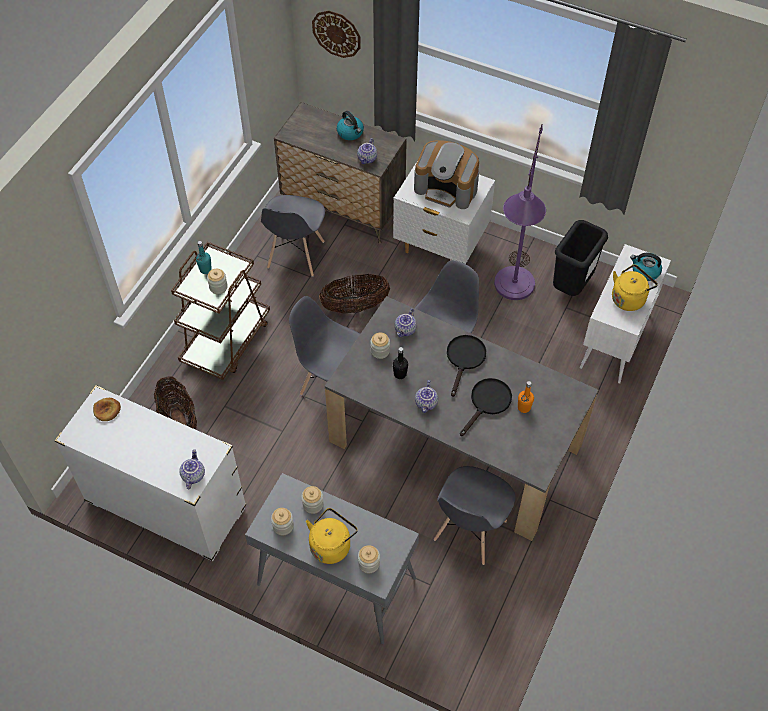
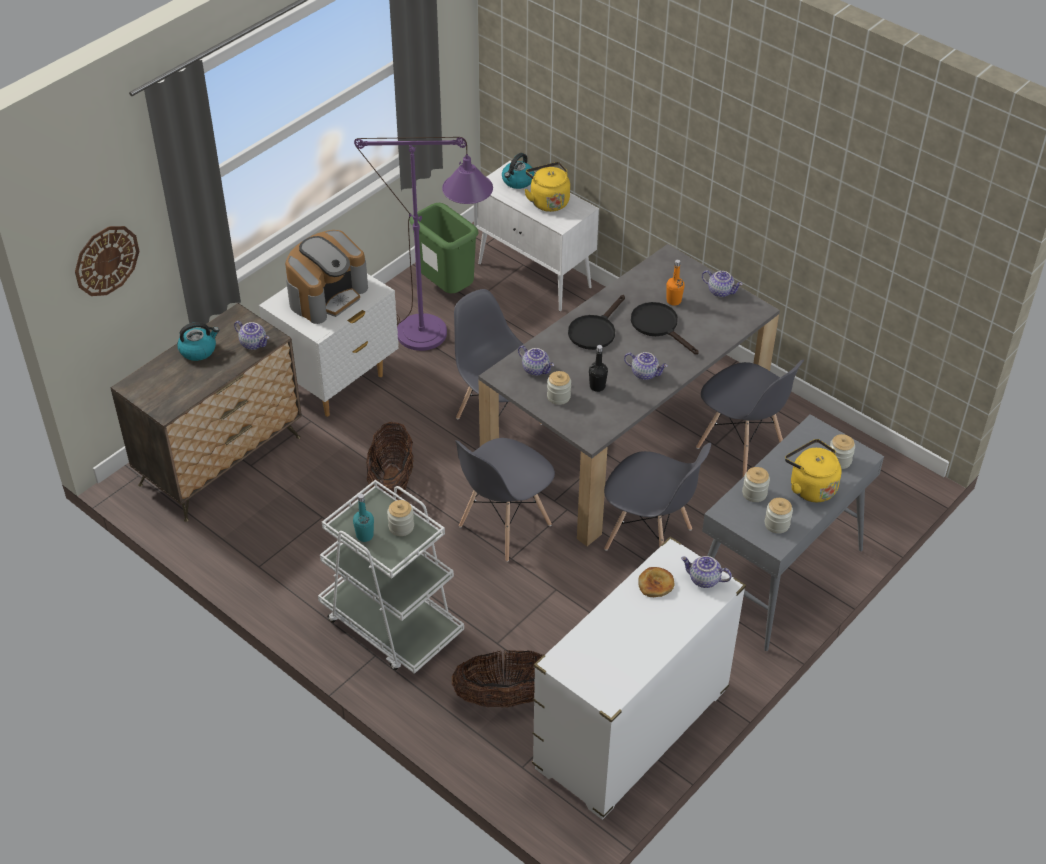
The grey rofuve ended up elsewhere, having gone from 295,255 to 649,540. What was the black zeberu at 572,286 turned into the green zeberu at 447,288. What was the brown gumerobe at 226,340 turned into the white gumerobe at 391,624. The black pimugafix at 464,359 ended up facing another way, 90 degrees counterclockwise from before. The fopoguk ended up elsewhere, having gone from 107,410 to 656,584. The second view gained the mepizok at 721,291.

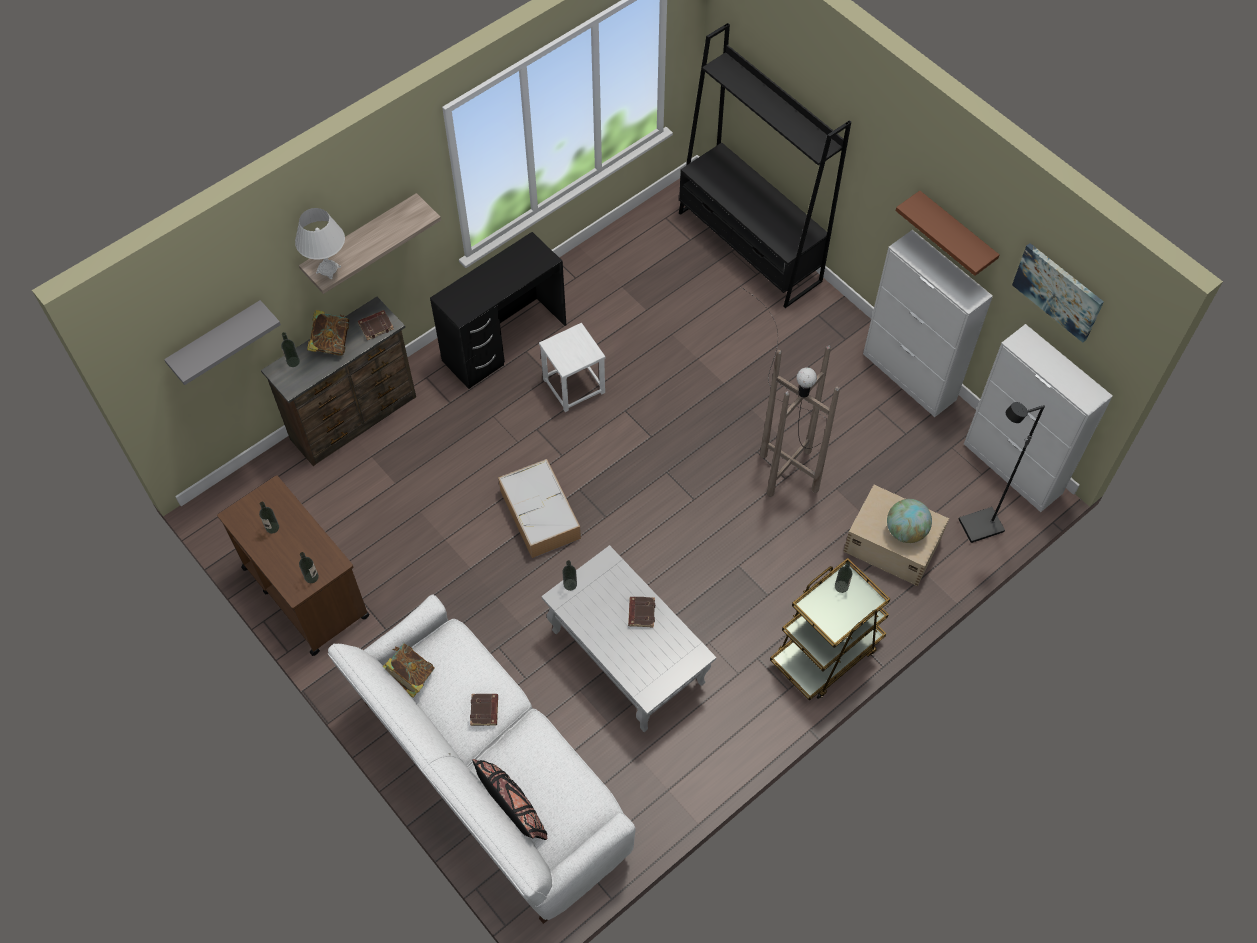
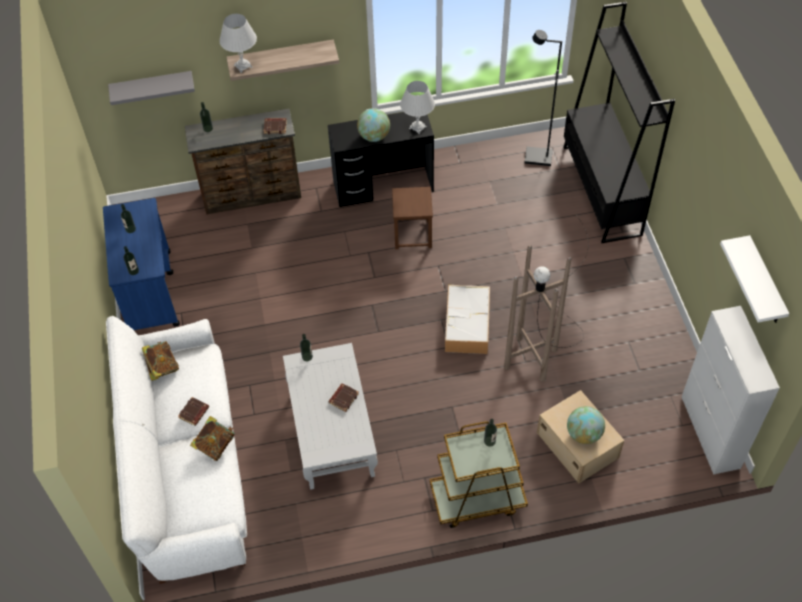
The second view lost the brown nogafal at 955,233. The second view lost the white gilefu at 909,377. Where the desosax hung at 1058,291, the white nogafal came to hang at 765,283. The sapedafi ended up elsewhere, having gone from 331,343 to 215,445. What was the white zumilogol at 574,386 turned into the brown zumilogol at 412,235. The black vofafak ended up elsewhere, having gone from 980,527 to 537,158. The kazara ended up elsewhere, having gone from 541,515 to 467,325. What was the brown gumerobe at 305,591 turned into the blue gumerobe at 150,291. The second view lost the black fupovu at 512,807. The second view gained the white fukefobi at 417,127. The second view gained the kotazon at 374,136.

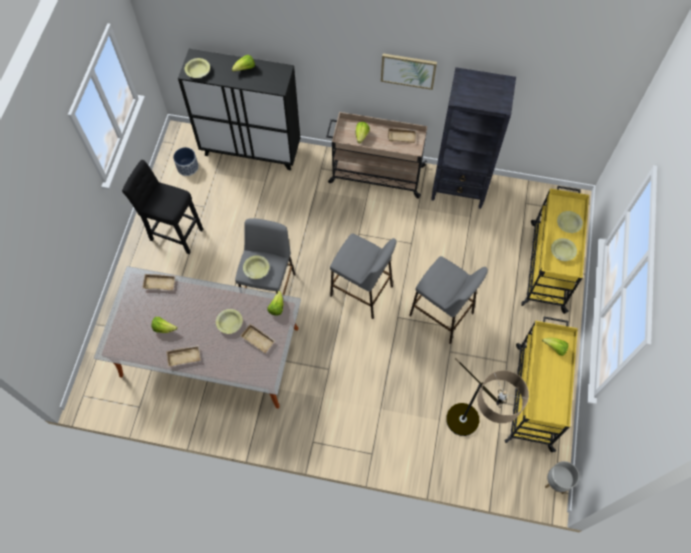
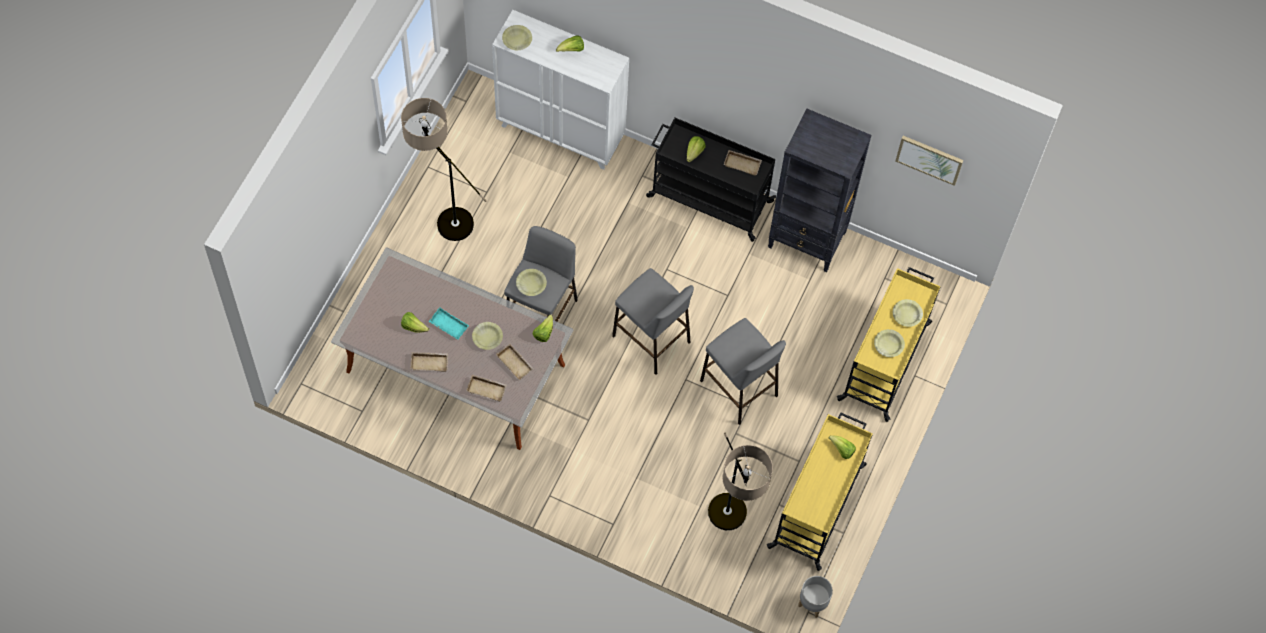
What was the black gilefu at 251,150 turned into the white gilefu at 561,133. The desosax ended up elsewhere, having gone from 408,70 to 929,159. What was the beige gumerobe at 375,174 turned into the black gumerobe at 708,198. The second view lost the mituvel at 187,167. Where the black zumilogol stood at 174,233, the vofafak came to stand at 443,216. The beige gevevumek ended up elsewhere, having gone from 160,282 to 487,389. The second view gained the turquoise gevevumek at 447,326.

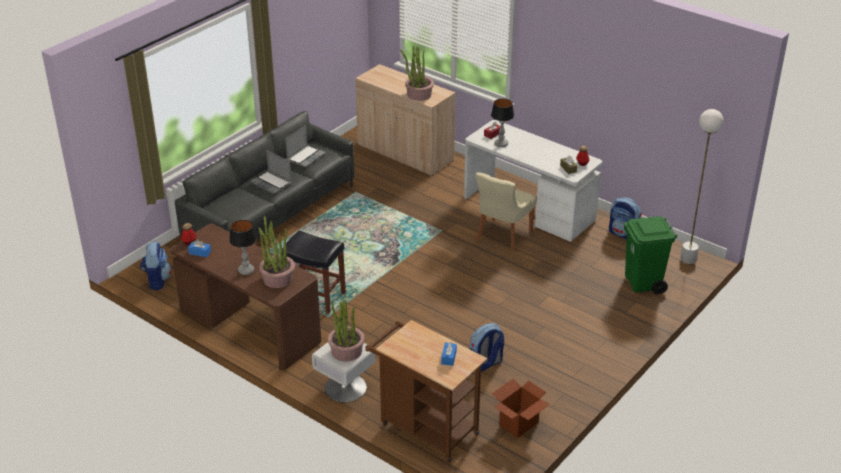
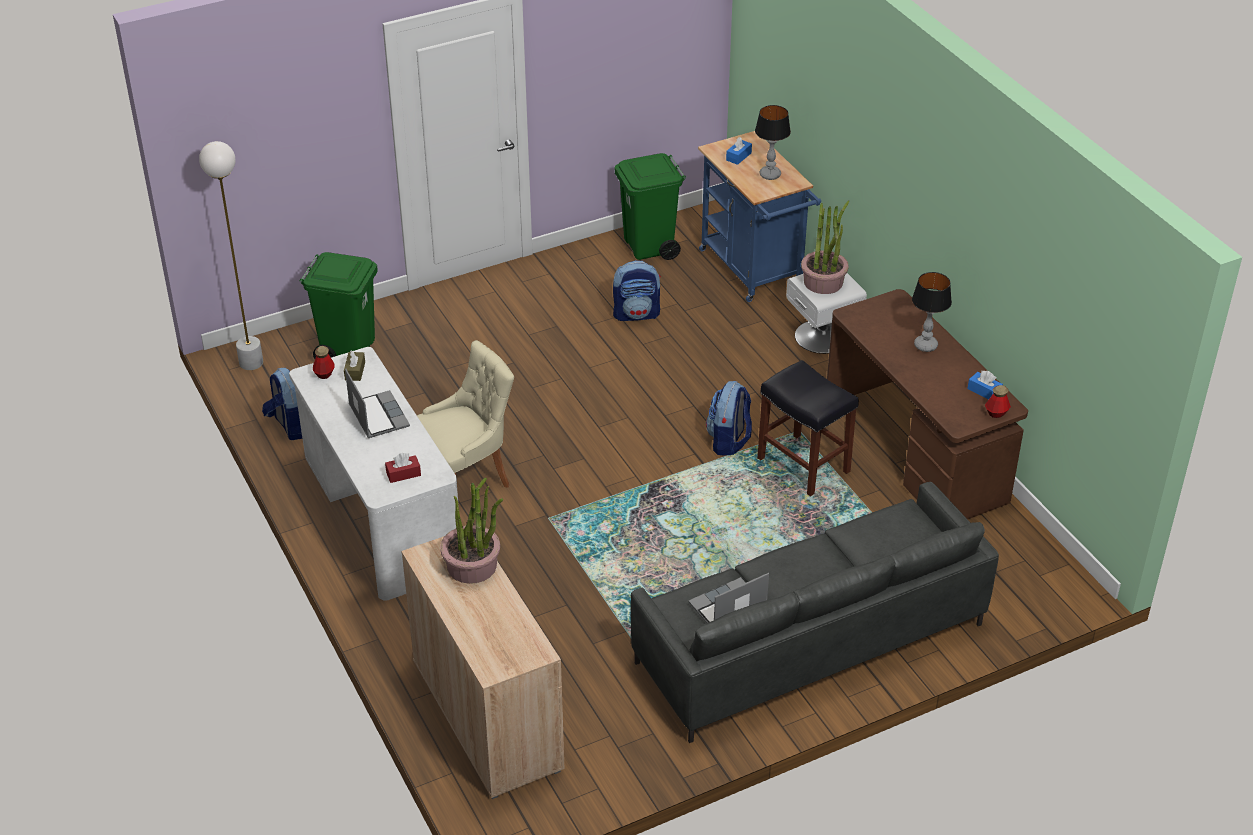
The fukefobi ended up elsewhere, having gone from 501,144 to 770,175. The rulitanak ended up elsewhere, having gone from 272,183 to 377,416. The second view lost the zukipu at 277,278. The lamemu ended up elsewhere, having gone from 157,281 to 729,441. What was the brown gumerobe at 424,427 turned into the blue gumerobe at 754,272. Where the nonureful stood at 518,424, the green zeberu came to stand at 649,247.

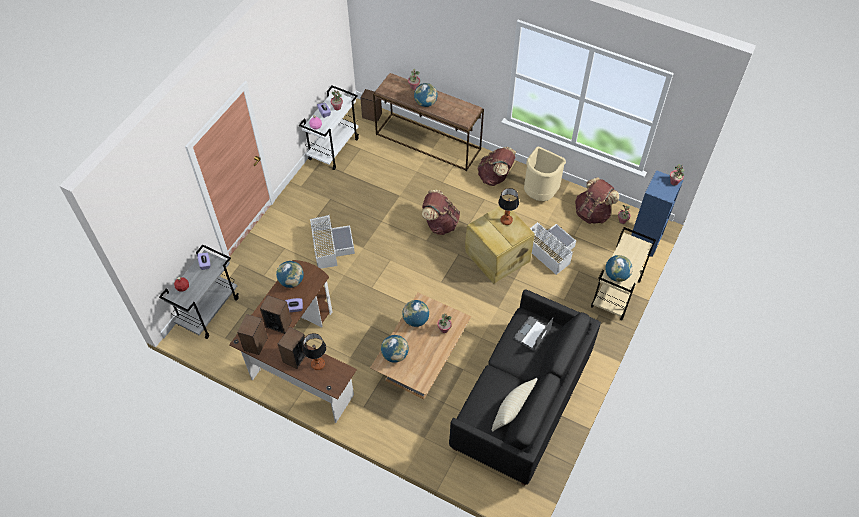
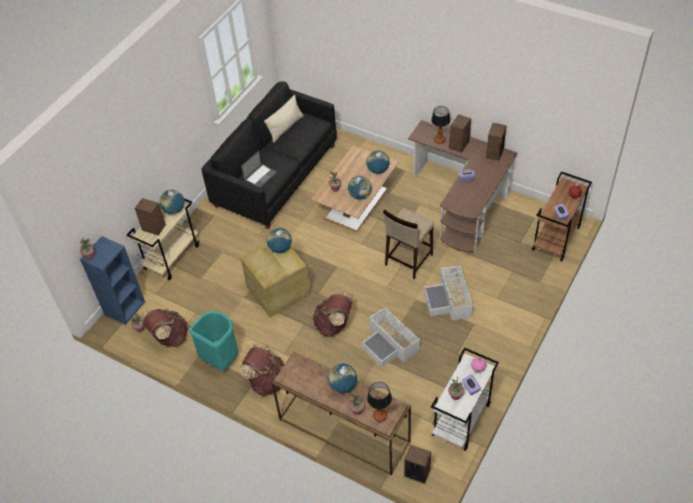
What was the beige zeberu at 539,194 turned into the turquoise zeberu at 221,359. The fukefobi ended up elsewhere, having gone from 506,221 to 380,415. The white kazara ended up elsewhere, having gone from 549,250 to 390,344. What was the grey gumerobe at 209,311 turned into the brown gumerobe at 556,239. The kotazon ended up elsewhere, having gone from 291,281 to 280,248. The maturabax ended up elsewhere, having gone from 278,323 to 153,227. The second view gained the beige zumilogol at 408,260.

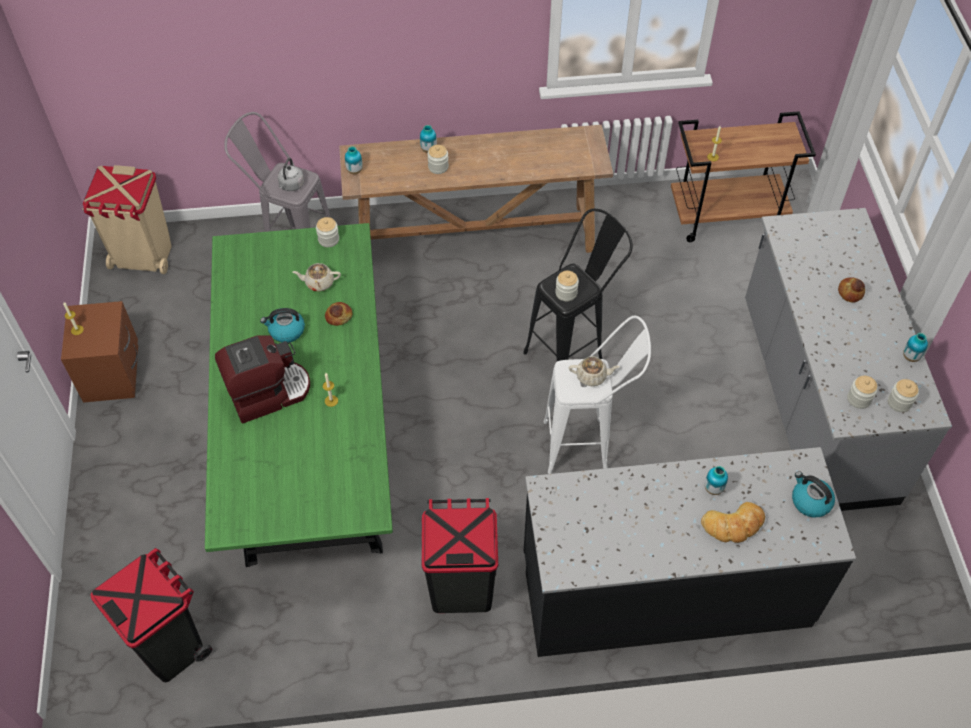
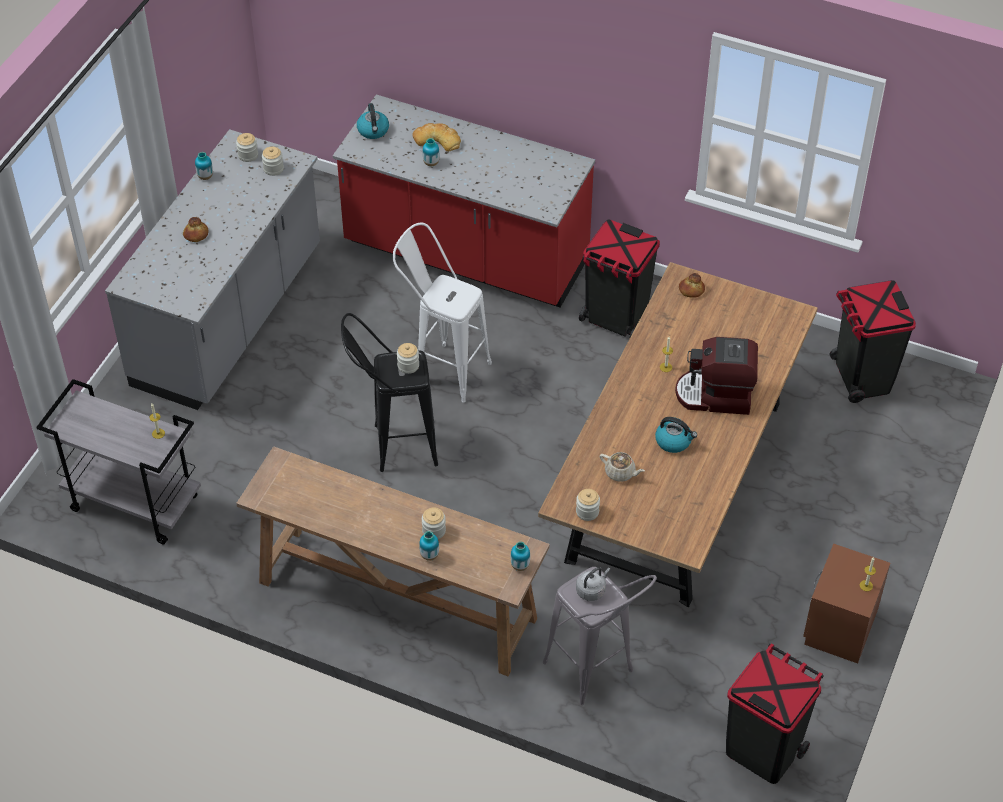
What was the brown gumerobe at 727,216 turned into the grey gumerobe at 132,504. What was the beige zeberu at 143,257 turned into the black zeberu at 762,750. What was the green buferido at 309,437 turned into the brown buferido at 675,481. The fopoguk ended up elsewhere, having gone from 339,316 to 691,290. The second view lost the beige mepizok at 592,376. What was the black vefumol at 664,589 turned into the red vefumol at 465,255.

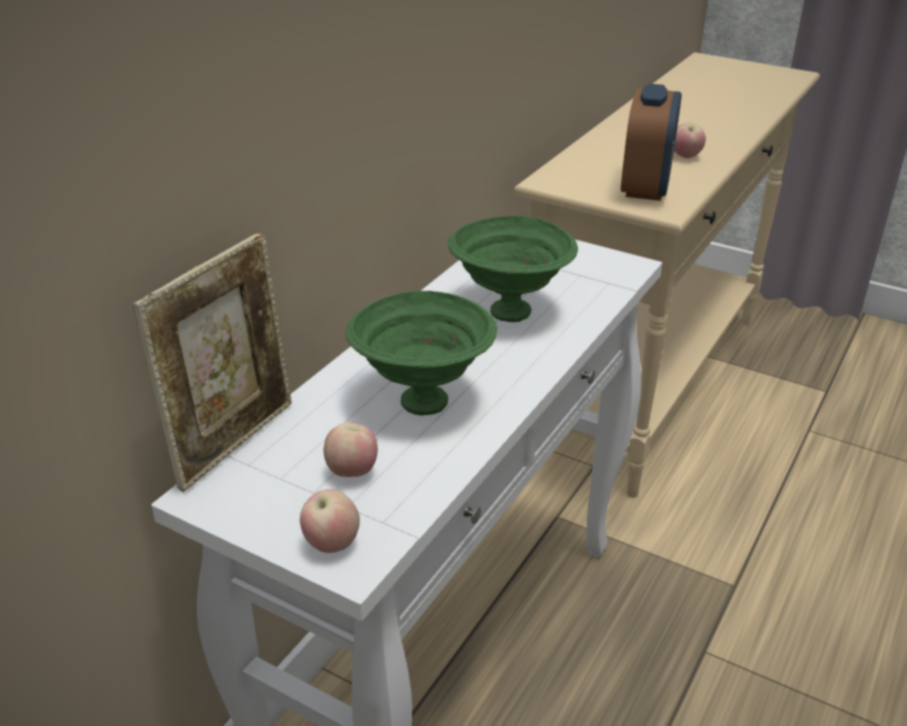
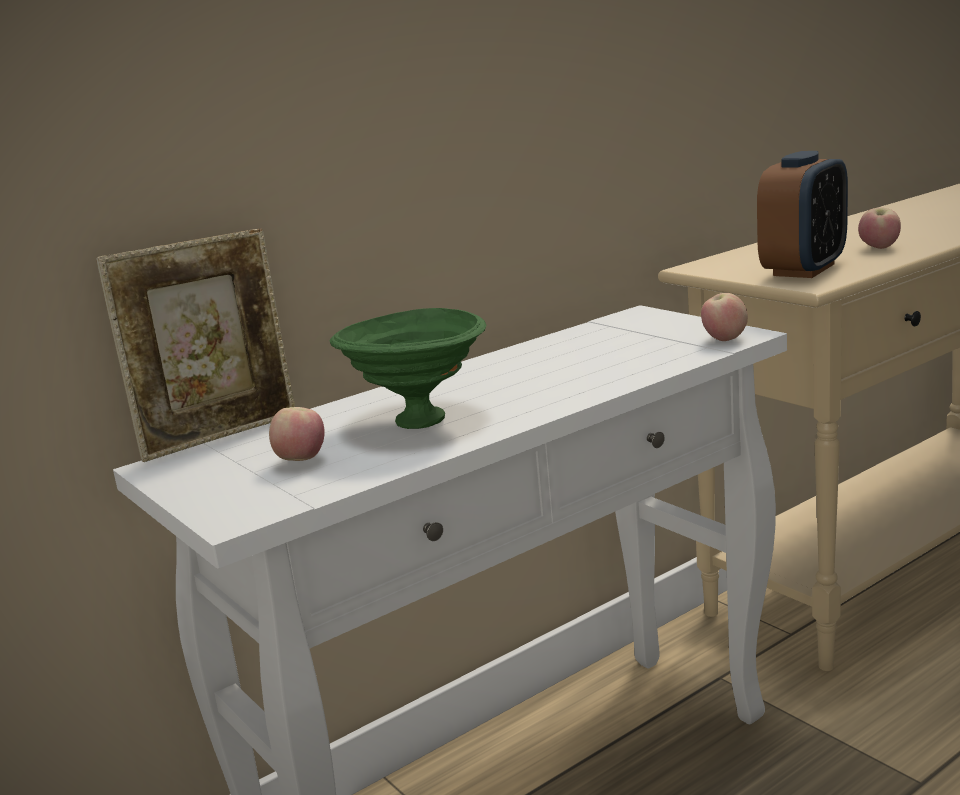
The second view lost the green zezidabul at 507,311. The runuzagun ended up elsewhere, having gone from 331,544 to 724,339.

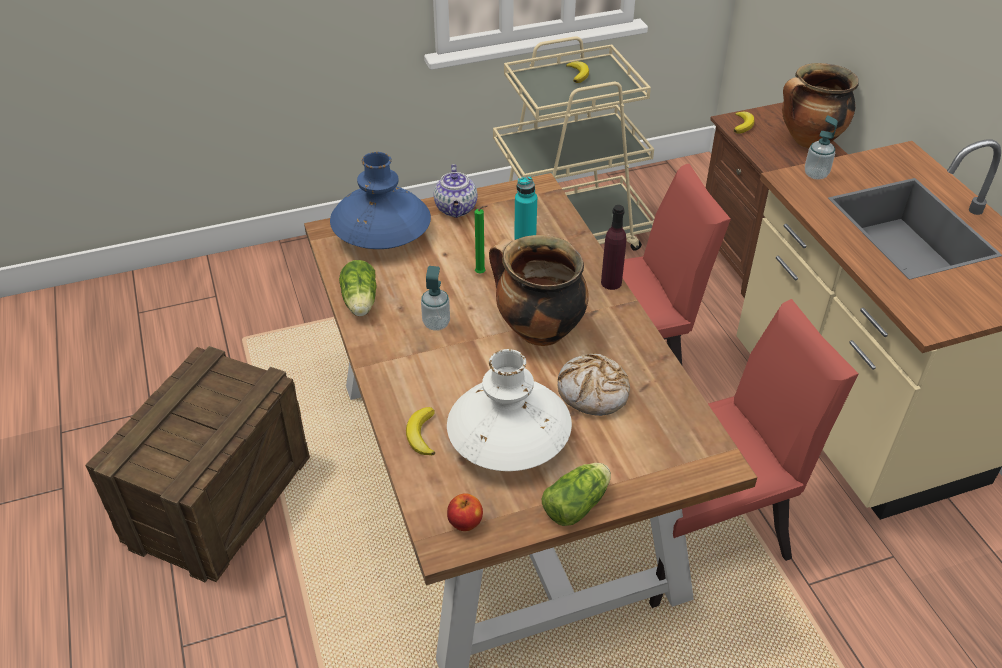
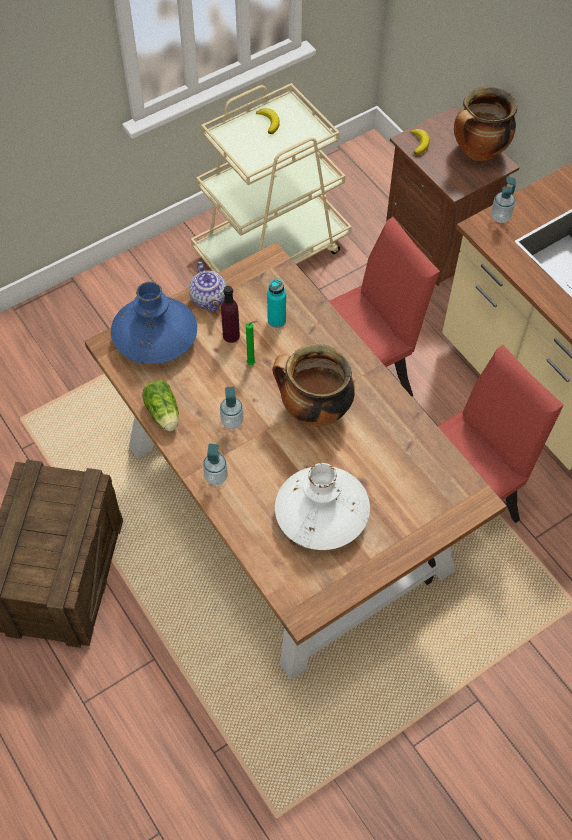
The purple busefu ended up elsewhere, having gone from 611,283 to 231,335. The second view lost the fopoguk at 593,392. The second view lost the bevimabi at 421,434. The second view lost the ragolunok at 578,503. The second view lost the runuzagun at 465,523. The second view gained the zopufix at 216,477.

